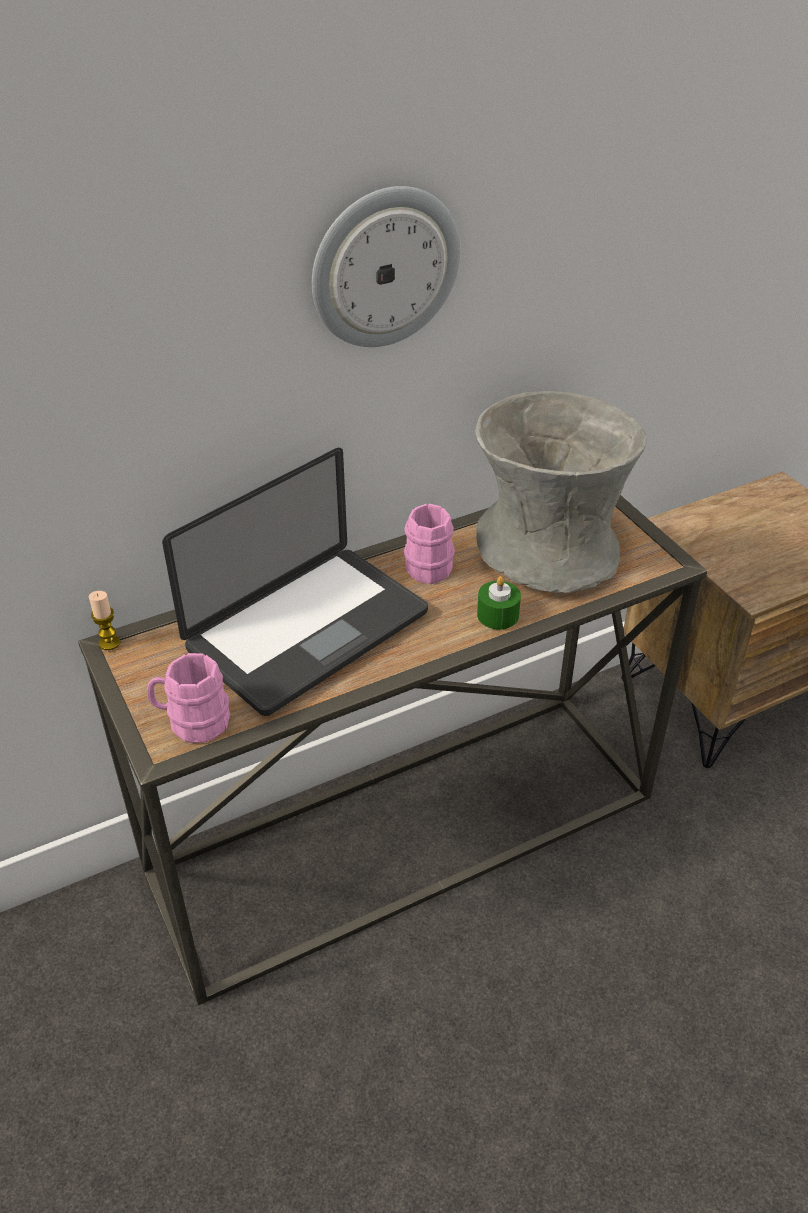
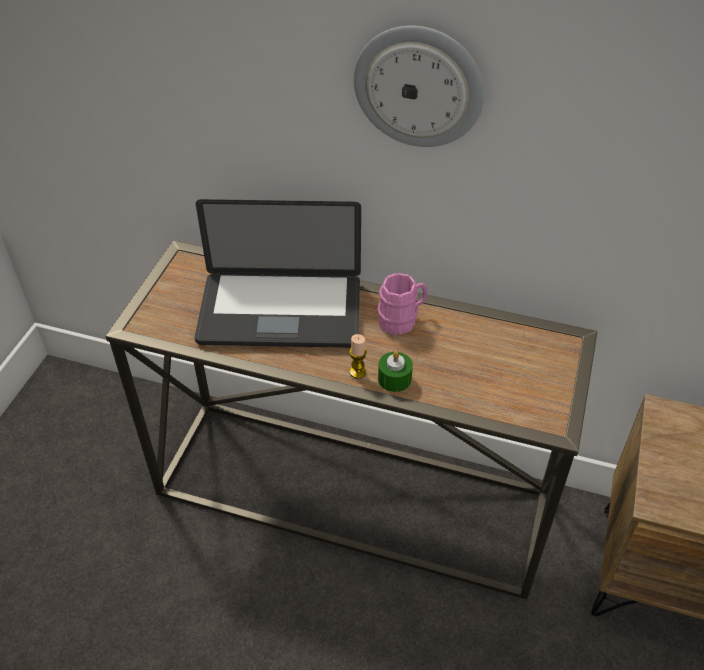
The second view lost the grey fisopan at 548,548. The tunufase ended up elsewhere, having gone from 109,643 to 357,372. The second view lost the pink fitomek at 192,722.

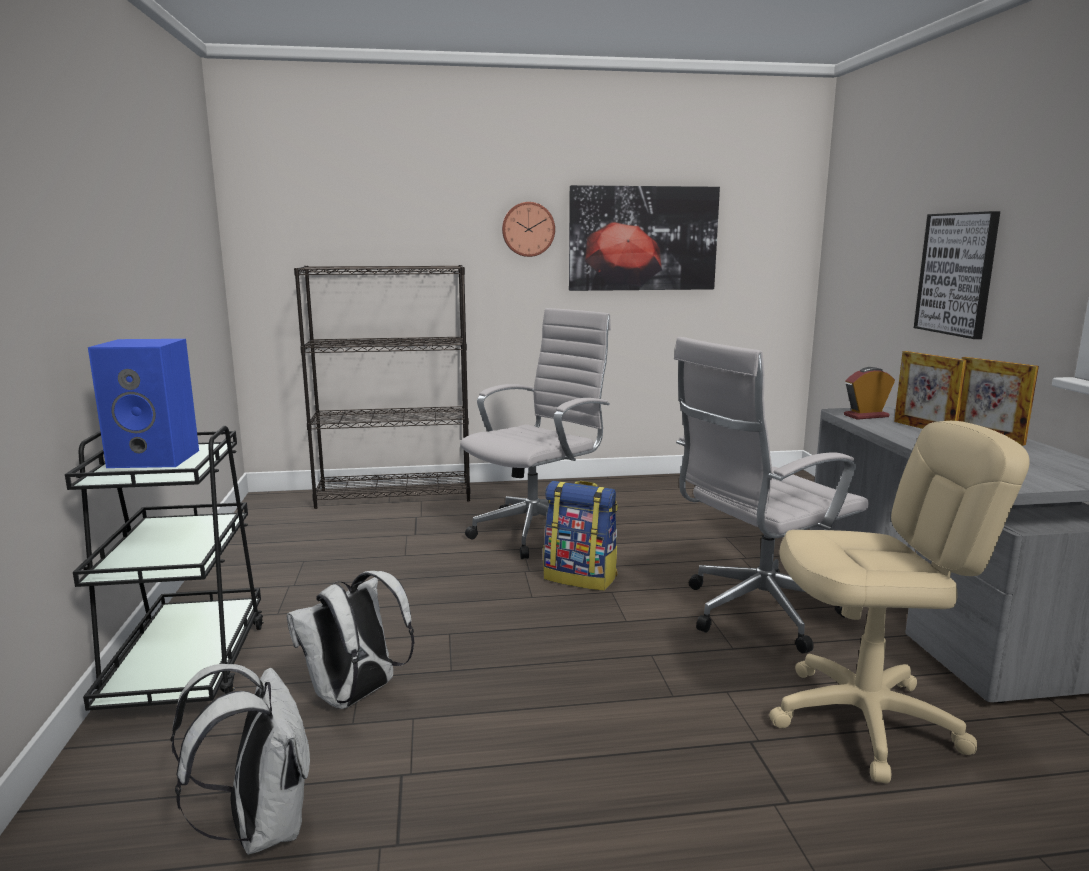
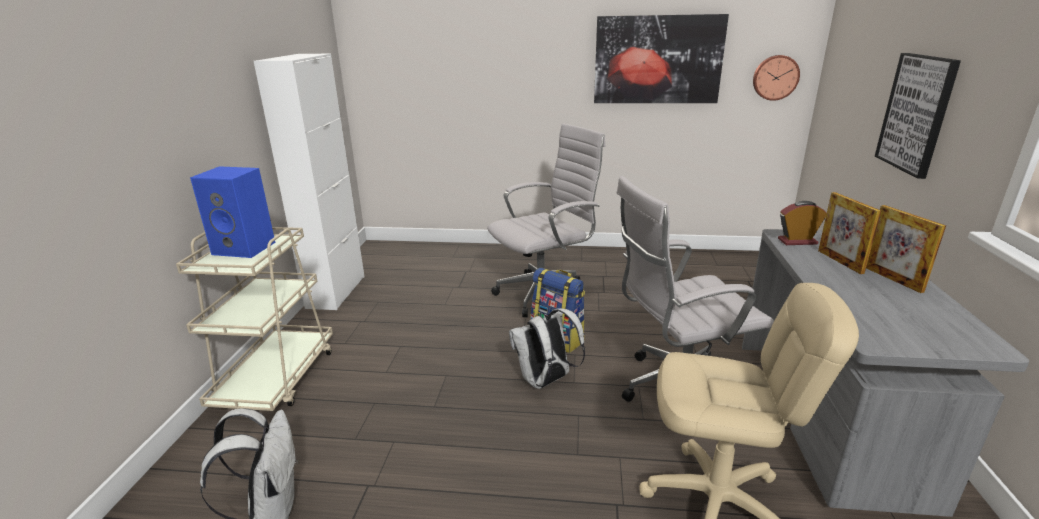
The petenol ended up elsewhere, having gone from 528,229 to 775,77. The second view lost the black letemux at 395,495. What was the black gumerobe at 188,667 turned into the beige gumerobe at 277,378. The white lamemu ended up elsewhere, having gone from 355,697 to 545,381. The second view gained the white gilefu at 336,292.

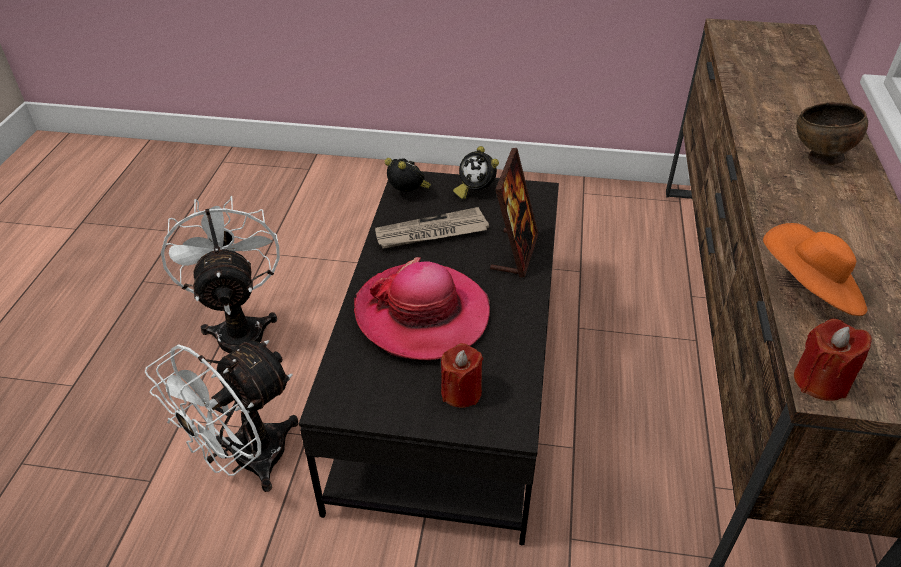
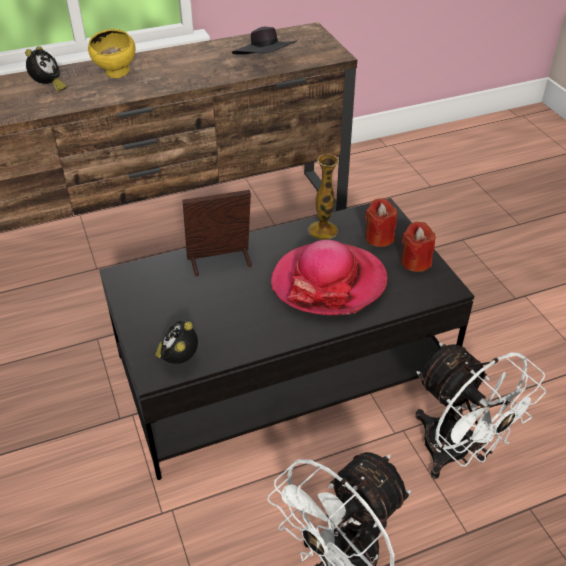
What was the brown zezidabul at 819,159 turned into the yellow zezidabul at 117,75. The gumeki ended up elsewhere, having gone from 475,191 to 48,87. The second view lost the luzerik at 431,232. What was the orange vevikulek at 809,291 turned into the black vevikulek at 265,64. The red tunufase ended up elsewhere, having gone from 820,381 to 415,262. The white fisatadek at 247,461 ended up facing another way, 45 degrees clockwise from before. The second view gained the fisopan at 322,230.

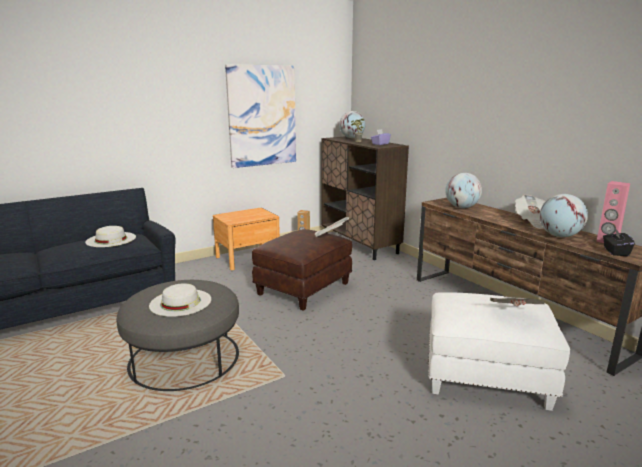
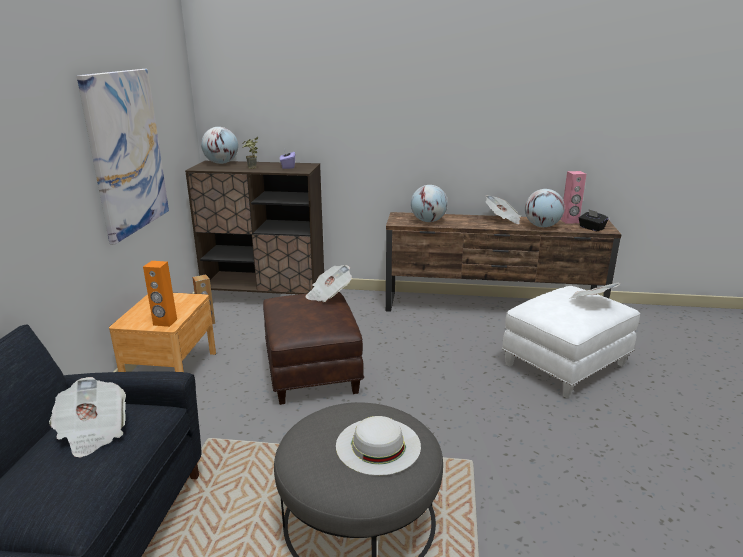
Where the white vevikulek stood at 111,239, the luzerik came to stand at 92,432. The second view gained the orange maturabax at 165,322.

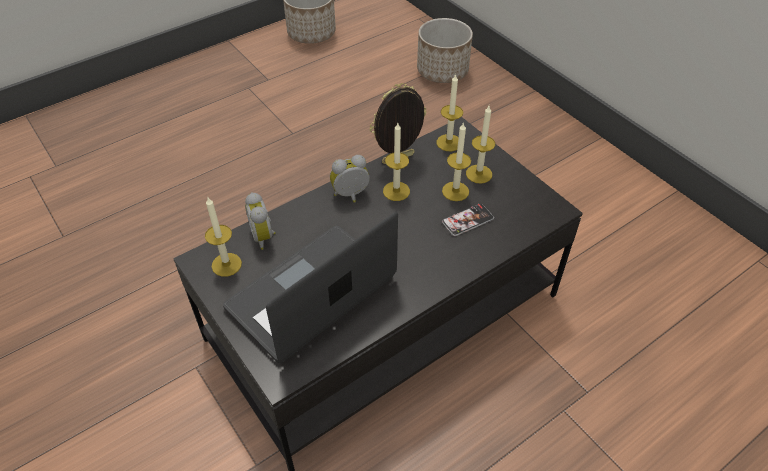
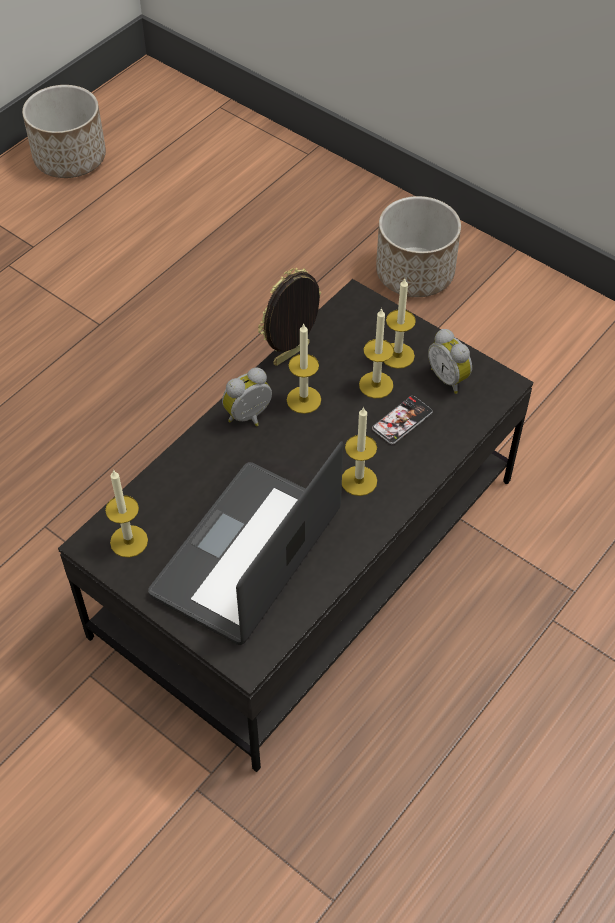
The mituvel ended up elsewhere, having gone from 442,71 to 415,273. The tunufase ended up elsewhere, having gone from 449,142 to 359,480. The gumeki ended up elsewhere, having gone from 264,236 to 449,378.

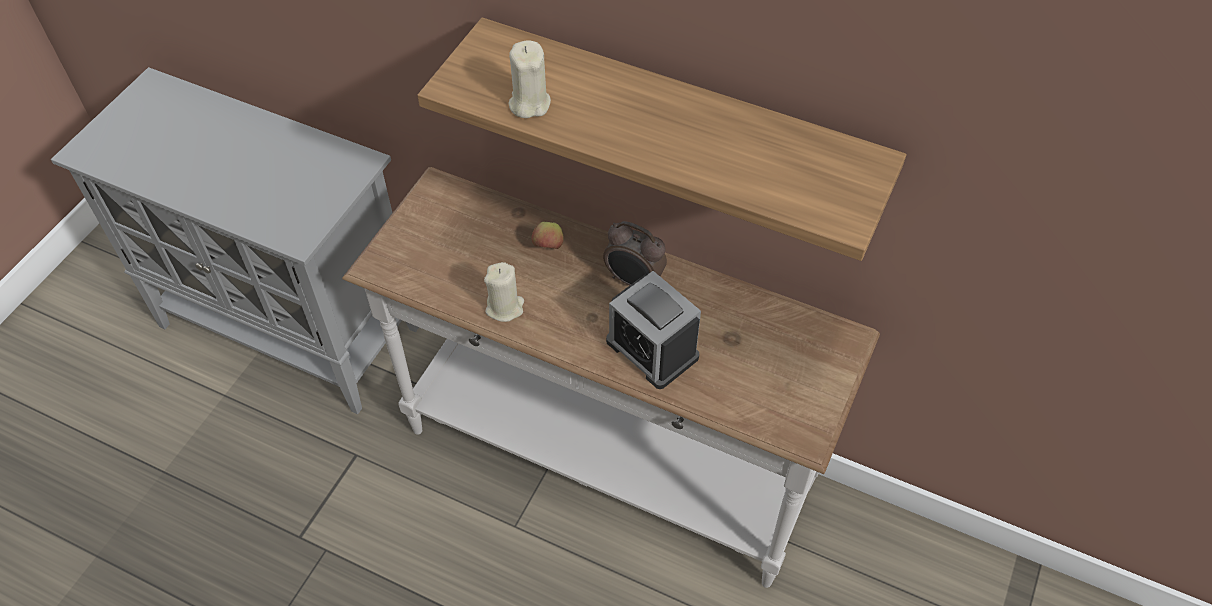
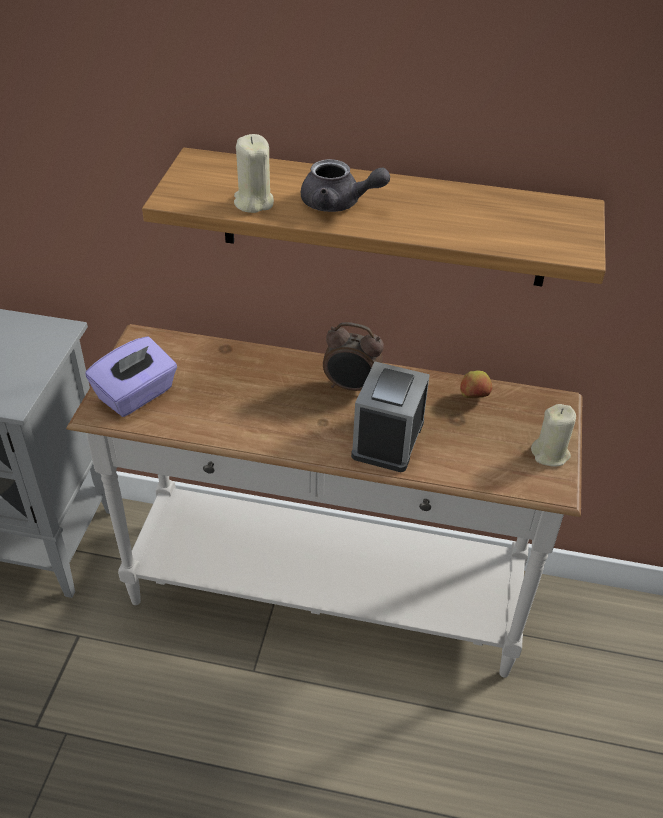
The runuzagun ended up elsewhere, having gone from 548,247 to 474,397. The beige tunufase ended up elsewhere, having gone from 505,307 to 550,454. The gumeki at 652,349 ended up facing another way, 75 degrees clockwise from before. The second view gained the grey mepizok at 338,204. The second view gained the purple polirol at 136,395.

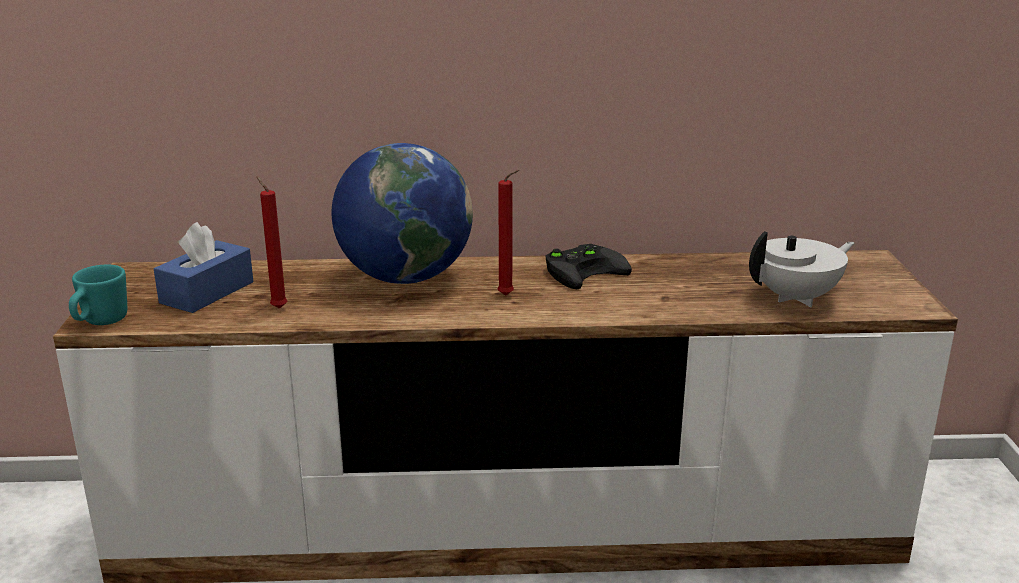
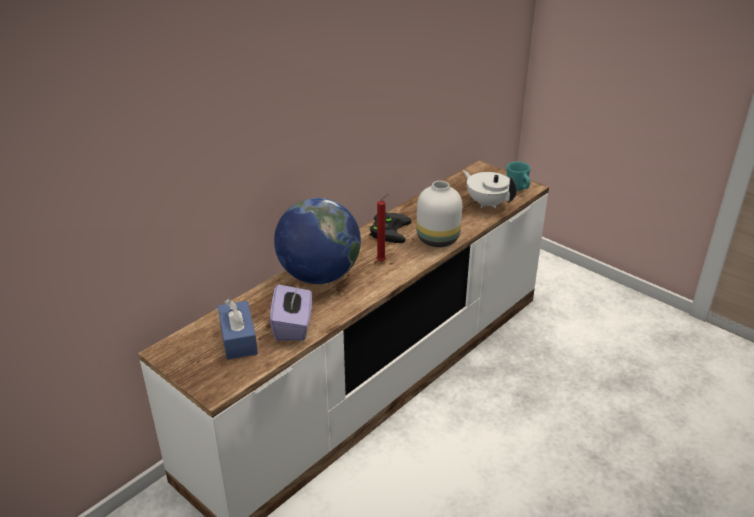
Where the red tunufase stood at 277,307, the purple polirol came to stand at 293,326. The white mepizok at 796,298 ended up facing another way, 60 degrees counterclockwise from before. The turquoise fitomek ended up elsewhere, having gone from 100,322 to 518,189. The second view gained the white fisopan at 438,238.

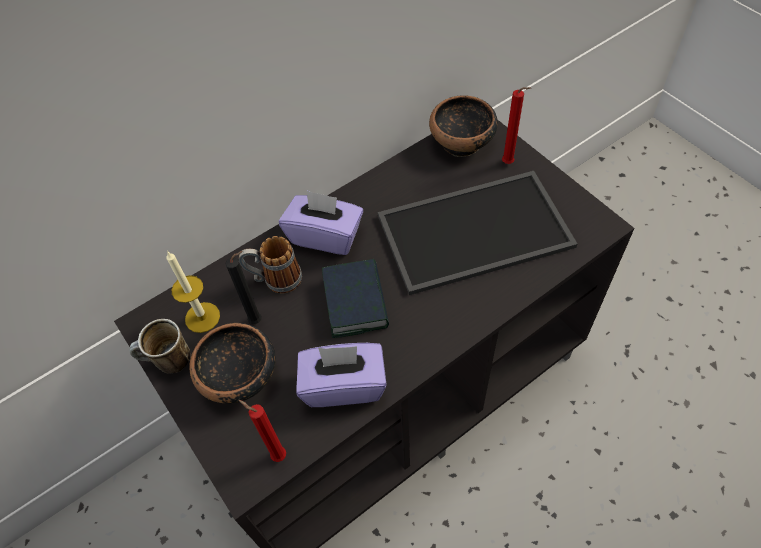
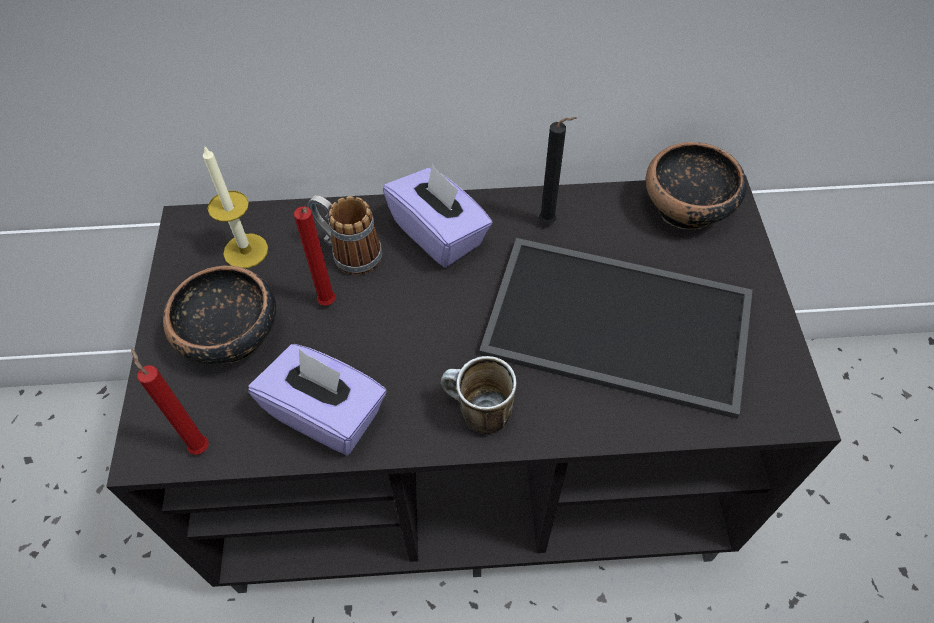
The red tunufase ended up elsewhere, having gone from 509,163 to 328,305. The black tunufase ended up elsewhere, having gone from 258,320 to 549,223. The second view lost the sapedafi at 355,302. The fitomek ended up elsewhere, having gone from 168,363 to 476,414.

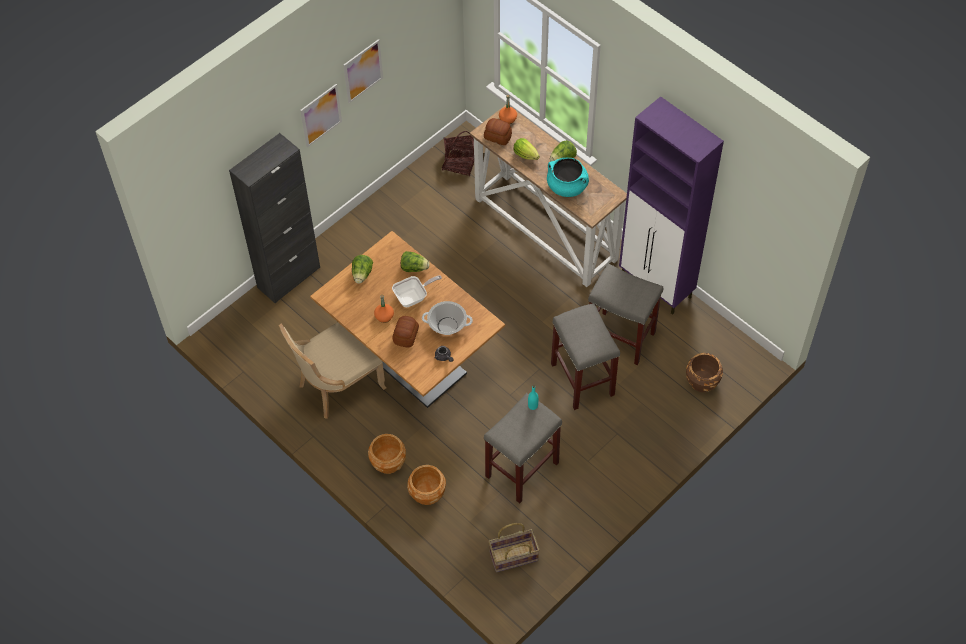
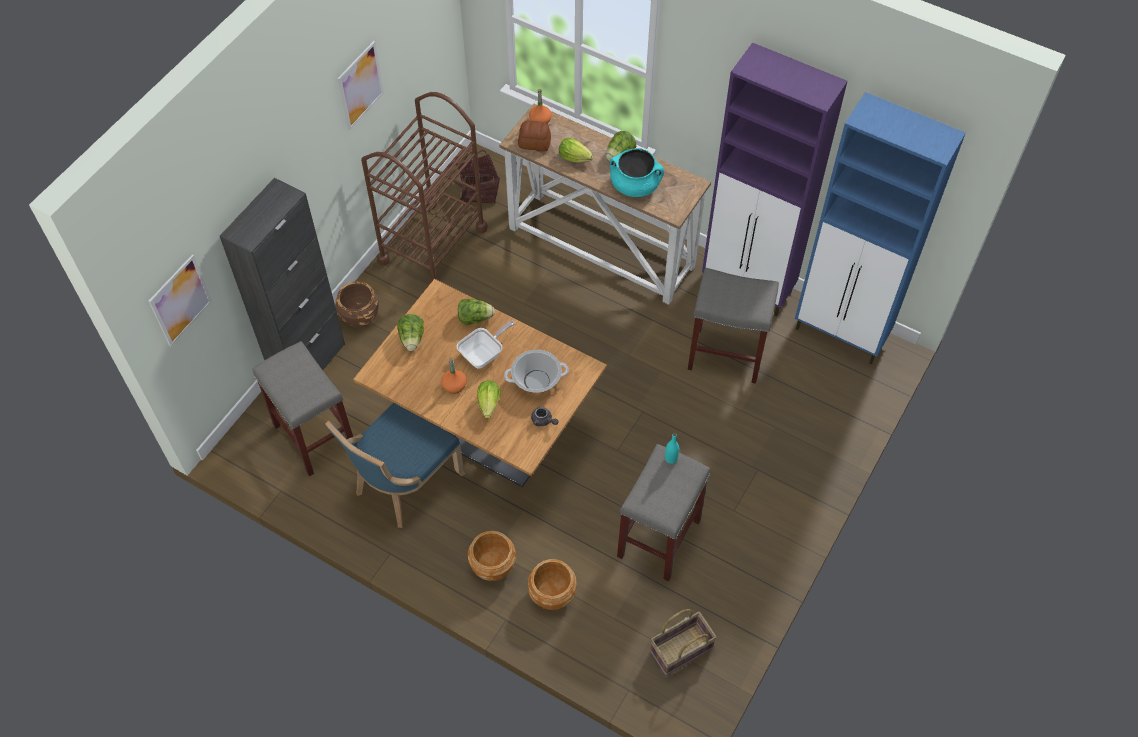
The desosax ended up elsewhere, having gone from 321,115 to 180,300. The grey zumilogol ended up elsewhere, having gone from 581,379 to 313,436. Where the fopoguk stood at 406,335, the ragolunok came to stand at 489,403. What was the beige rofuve at 337,386 turned into the blue rofuve at 404,484. The brown mituvel ended up elsewhere, having gone from 702,382 to 360,316. The second view gained the brown gumerobe at 432,245. The second view gained the blue gilefu at 841,335.

